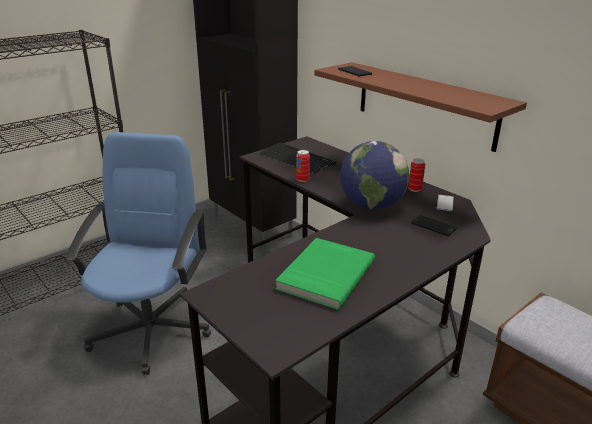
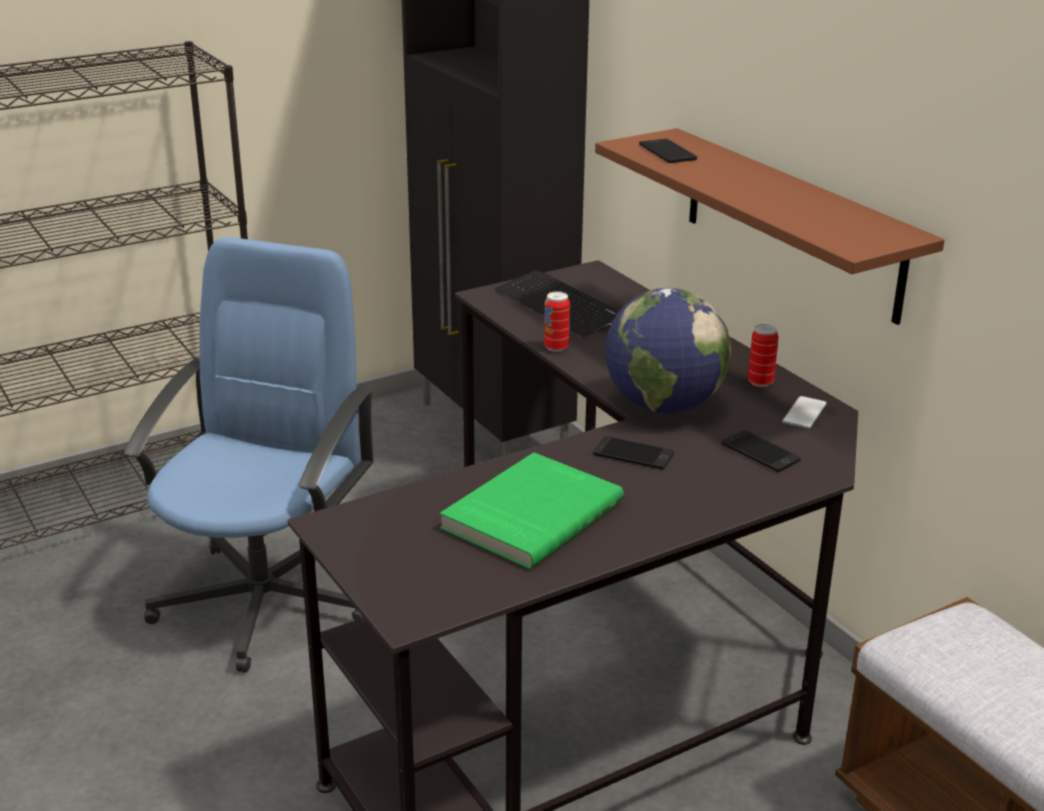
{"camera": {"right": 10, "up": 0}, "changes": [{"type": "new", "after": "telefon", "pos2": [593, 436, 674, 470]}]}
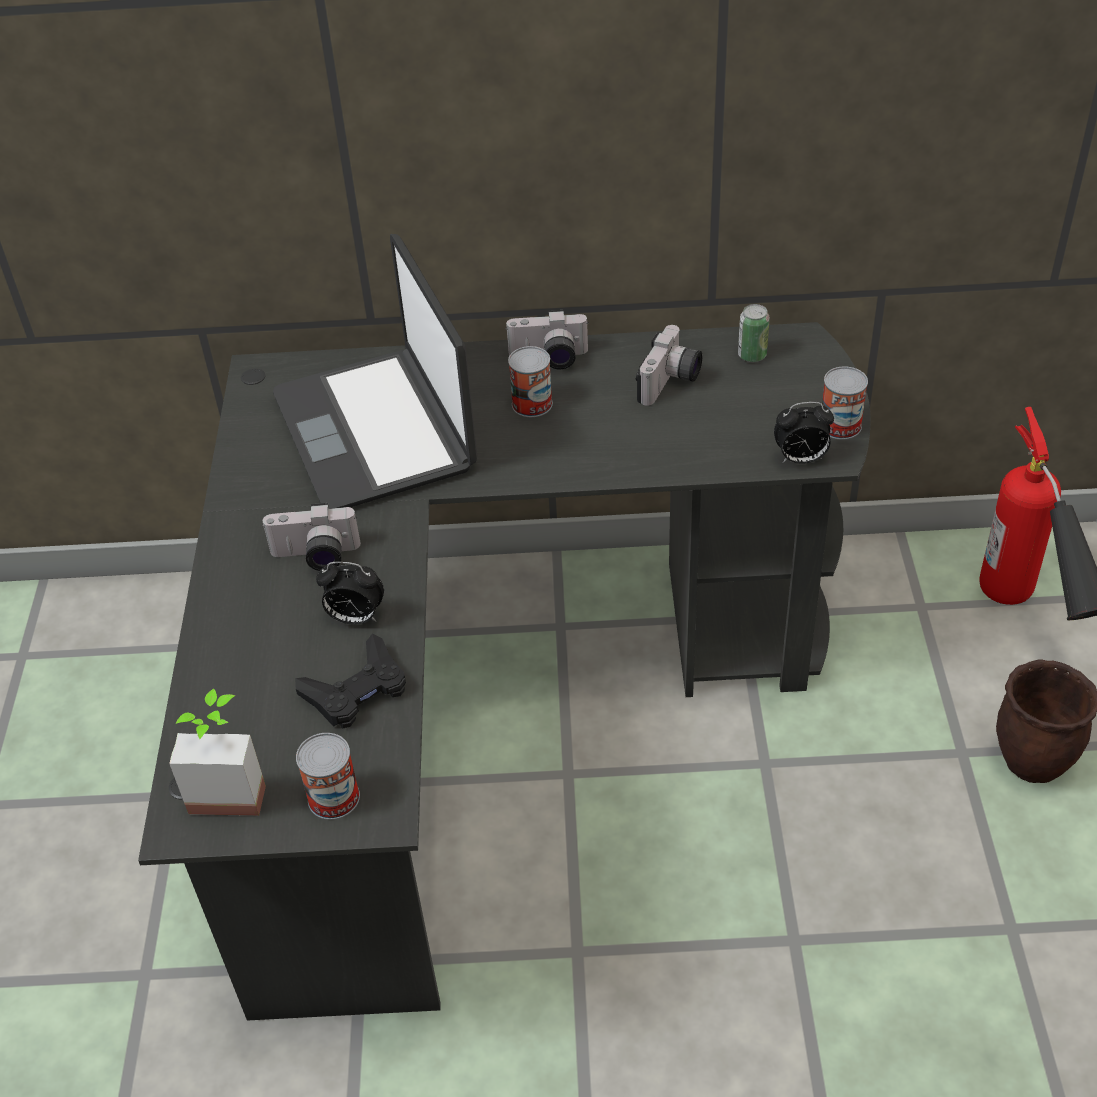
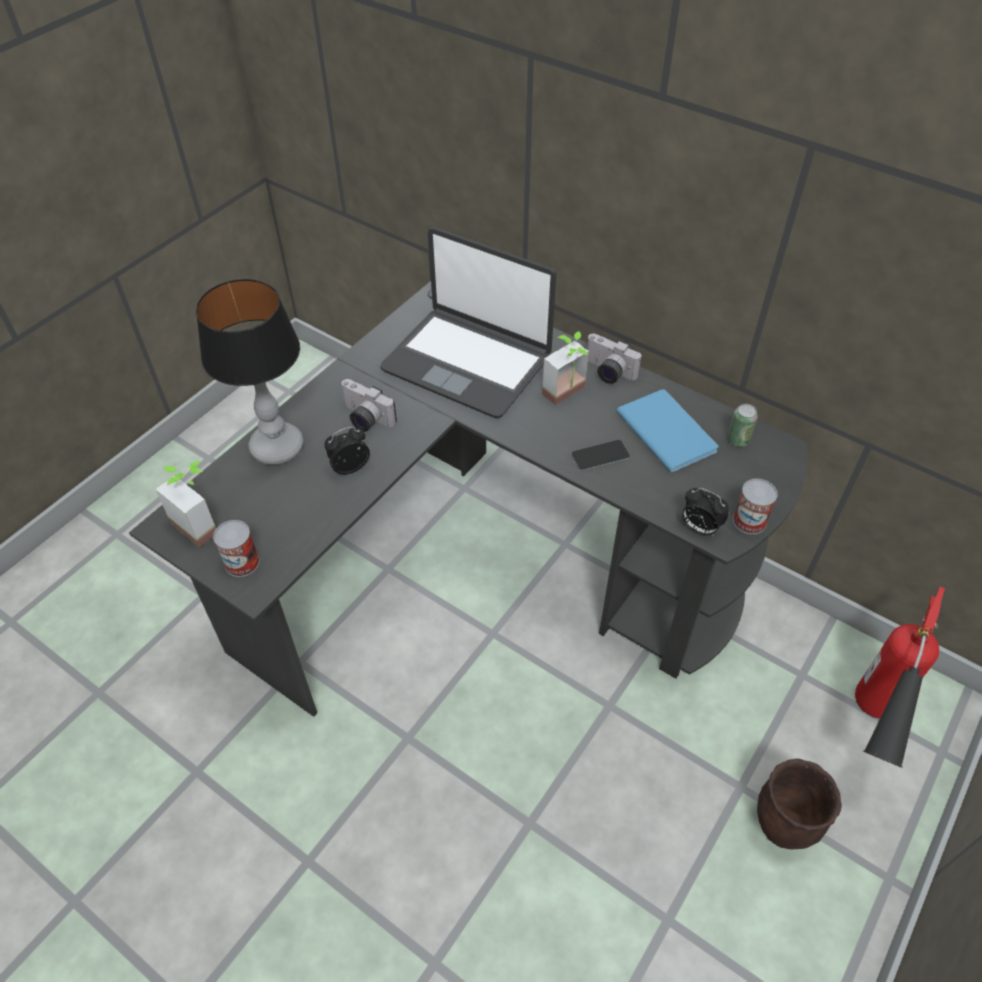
{"camera": {"right": 35, "up": 5}, "changes": [{"type": "gone", "before": "pad do gier/czarny", "pos1": [295, 634, 406, 728]}, {"type": "new", "after": "lampa stołowa", "pos2": [196, 279, 303, 465]}, {"type": "new", "after": "telefon", "pos2": [571, 440, 630, 471]}, {"type": "swapped", "before": "puszka", "after": "roślina doniczkowa", "pos1": [508, 346, 553, 417], "pos2": [542, 331, 589, 405]}, {"type": "swapped", "before": "aparat fotograficzny", "after": "książka/niebieski", "pos1": [636, 325, 702, 406], "pos2": [617, 389, 718, 473]}, {"type": "rotated", "before": "laptop", "pos1": [273, 234, 477, 509], "pos2": [380, 228, 556, 418], "turn": -75}, {"type": "rotated", "before": "budzik", "pos1": [316, 562, 384, 625], "pos2": [324, 427, 370, 475], "turn": 105}]}
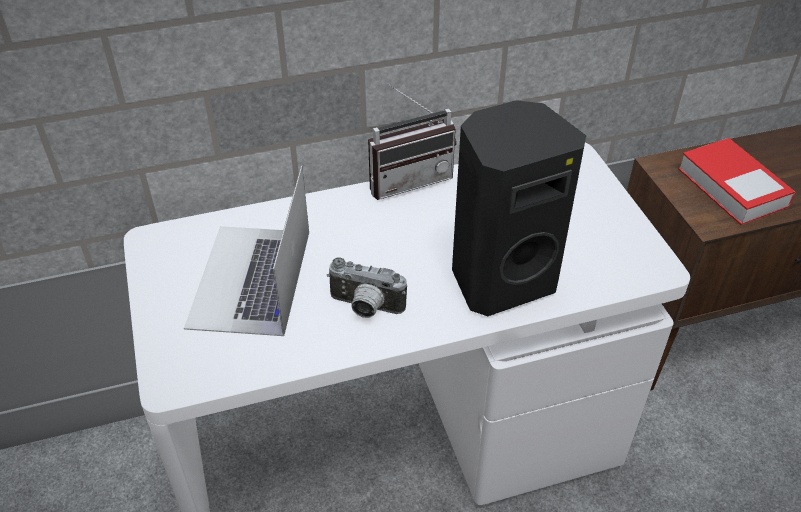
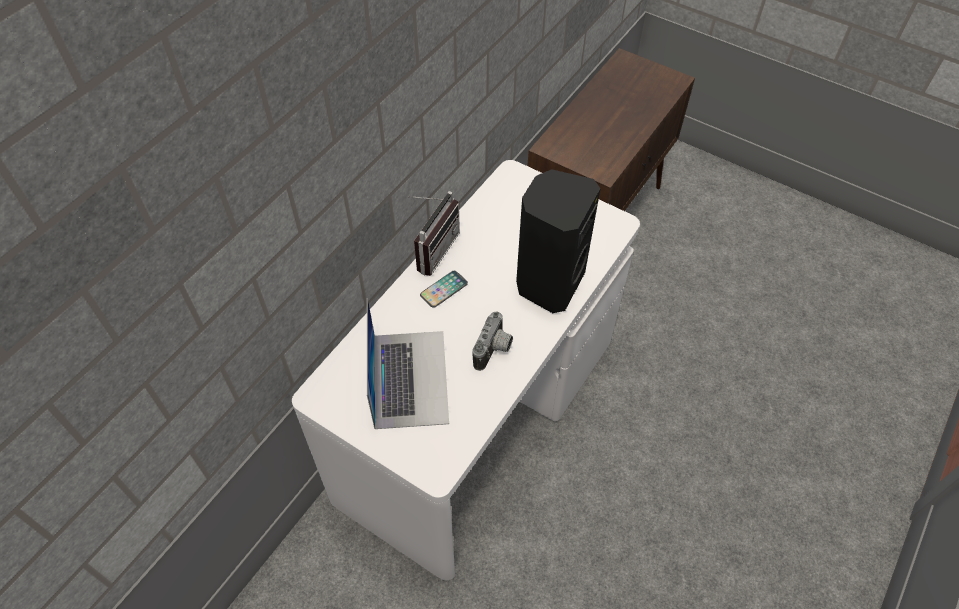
{"camera": {"right": -40, "up": 10}, "changes": [{"type": "gone", "before": "książka", "pos1": [678, 138, 796, 225]}, {"type": "new", "after": "telefon", "pos2": [420, 271, 468, 308]}, {"type": "rotated", "before": "laptop", "pos1": [184, 165, 309, 336], "pos2": [367, 298, 449, 429], "turn": -150}, {"type": "rotated", "before": "aparat fotograficzny", "pos1": [327, 257, 407, 318], "pos2": [472, 312, 513, 371], "turn": -45}]}
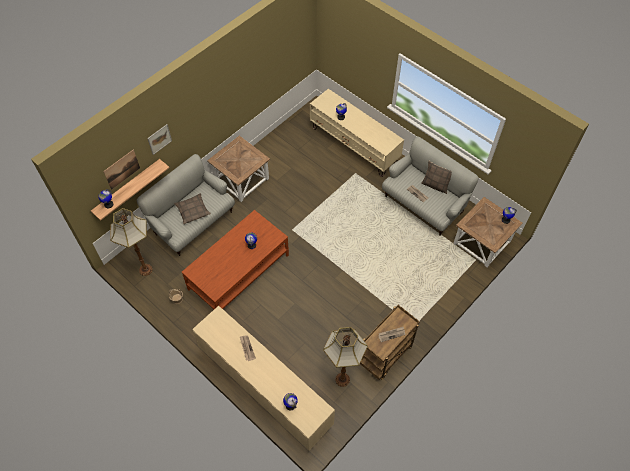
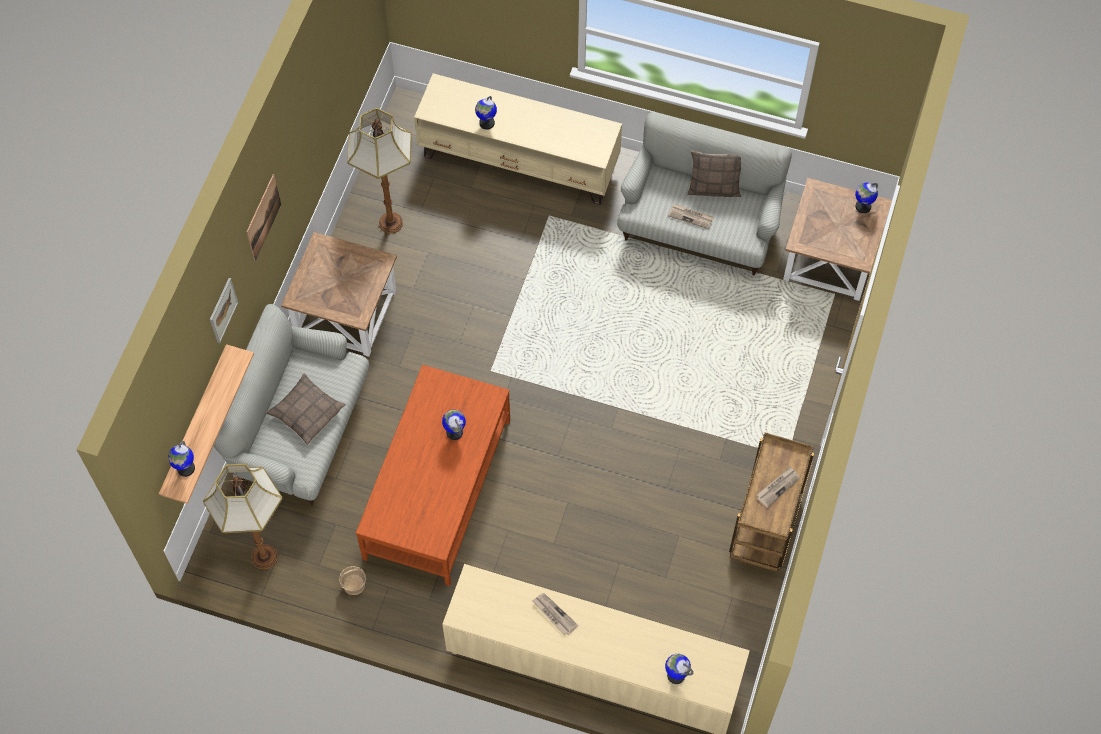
{"camera": {"right": -25, "up": 5}, "changes": [{"type": "shifted", "before": "obraz", "pos1": [103, 150, 140, 190], "pos2": [247, 174, 281, 261]}, {"type": "shifted", "before": "lampa stojąca", "pos1": [323, 327, 368, 387], "pos2": [347, 108, 412, 234]}]}
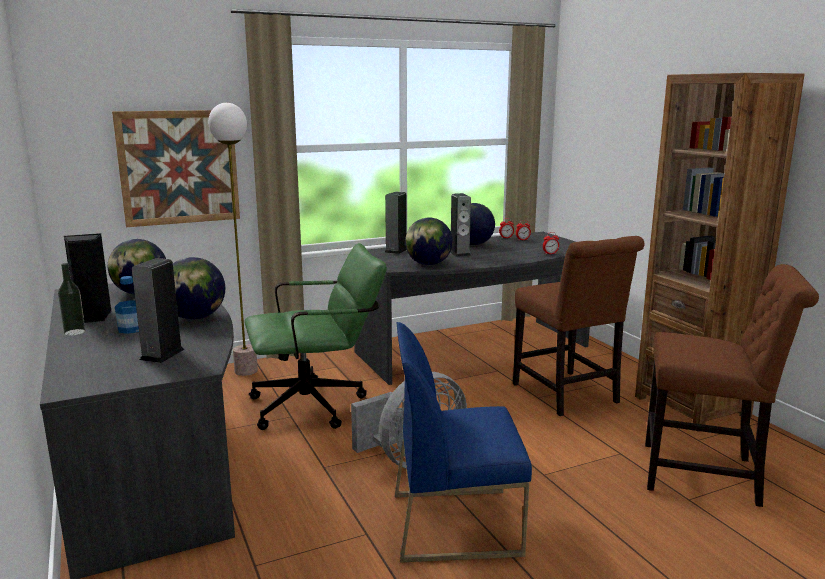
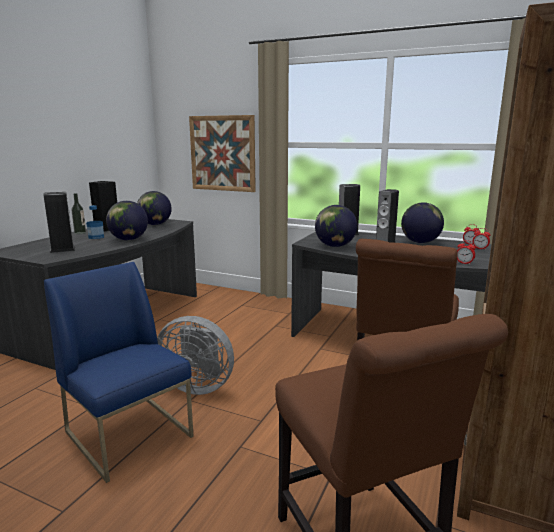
{"camera": {"right": 50, "up": 0}, "changes": [{"type": "gone", "before": "lampa stojąca", "pos1": [208, 103, 258, 376]}, {"type": "gone", "before": "krzesło biurowe/zielony", "pos1": [245, 243, 387, 430]}]}
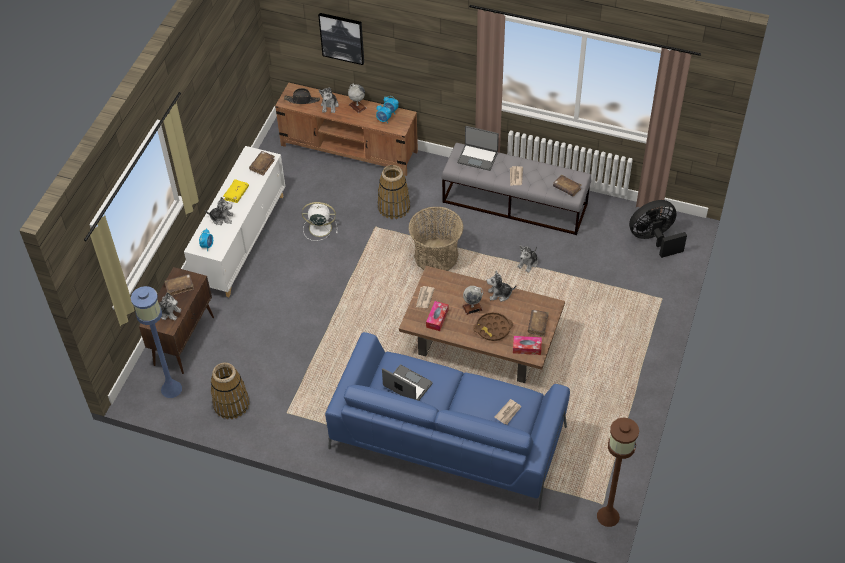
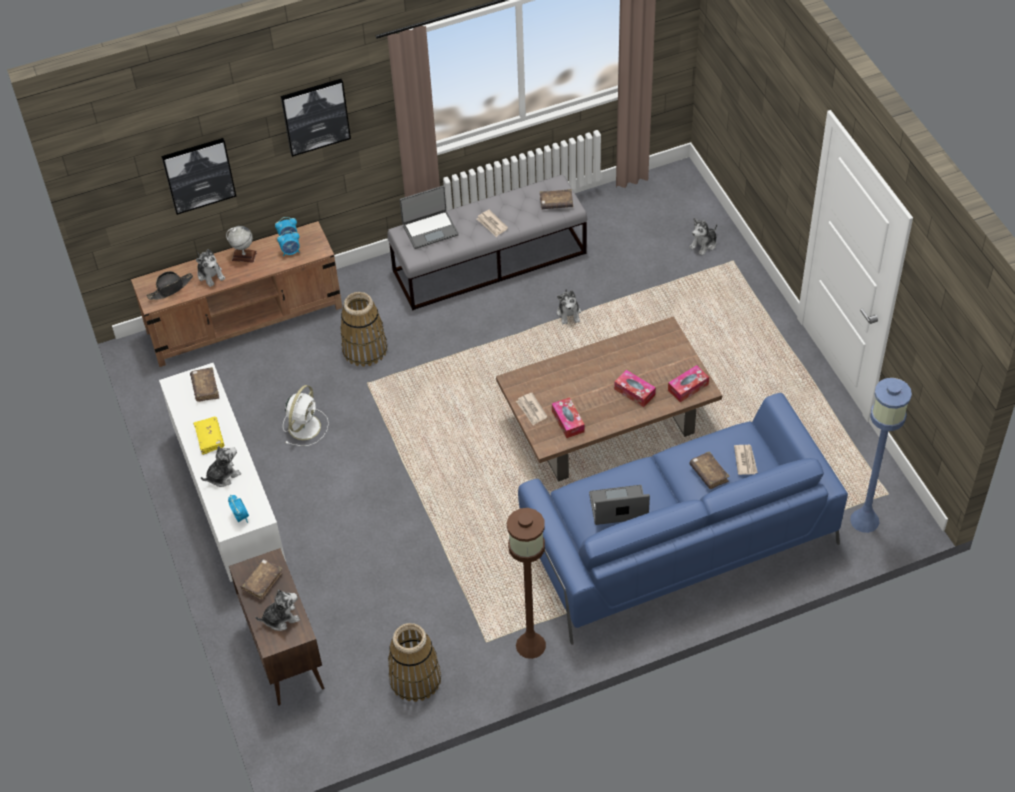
{"camera": {"right": -40, "up": 0}, "changes": [{"type": "gone", "before": "koszyk", "pos1": [408, 206, 463, 271]}, {"type": "gone", "before": "globus", "pos1": [462, 286, 483, 315]}, {"type": "gone", "before": "wentylator/czarny", "pos1": [629, 200, 687, 258]}, {"type": "new", "after": "obraz", "pos2": [280, 79, 351, 157]}, {"type": "shifted", "before": "lampa stojąca/niebieski", "pos1": [131, 286, 182, 398], "pos2": [850, 378, 912, 533]}, {"type": "shifted", "before": "pluszak", "pos1": [487, 270, 516, 302], "pos2": [689, 218, 717, 255]}, {"type": "shifted", "before": "książka/brązowy", "pos1": [528, 310, 549, 337], "pos2": [689, 451, 730, 489]}, {"type": "shifted", "before": "lampa stojąca/brązowy", "pos1": [597, 418, 639, 527], "pos2": [507, 508, 546, 659]}, {"type": "swapped", "before": "taca/brązowy", "after": "pudełko chusteczek", "pos1": [473, 312, 513, 341], "pos2": [614, 370, 656, 407]}, {"type": "rotated", "before": "wentylator/biały", "pos1": [302, 202, 338, 241], "pos2": [283, 385, 329, 446], "turn": 150}]}
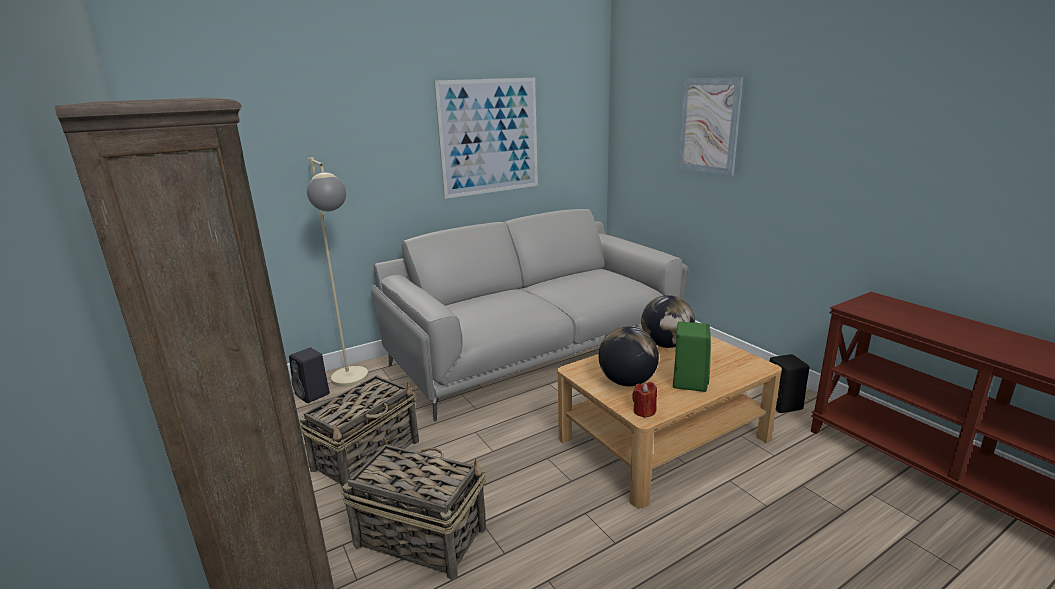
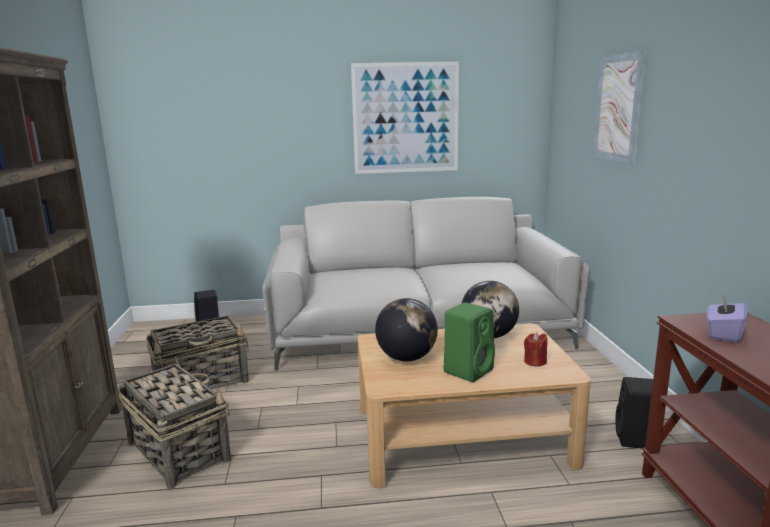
{"camera": {"right": 25, "up": -5}, "changes": [{"type": "gone", "before": "lampa stojąca/beżowy", "pos1": [307, 157, 368, 387]}, {"type": "new", "after": "pudełko chusteczek/fioletowy", "pos2": [707, 294, 747, 342]}, {"type": "shifted", "before": "świeca/czerwony", "pos1": [632, 382, 657, 418], "pos2": [524, 332, 547, 366]}]}
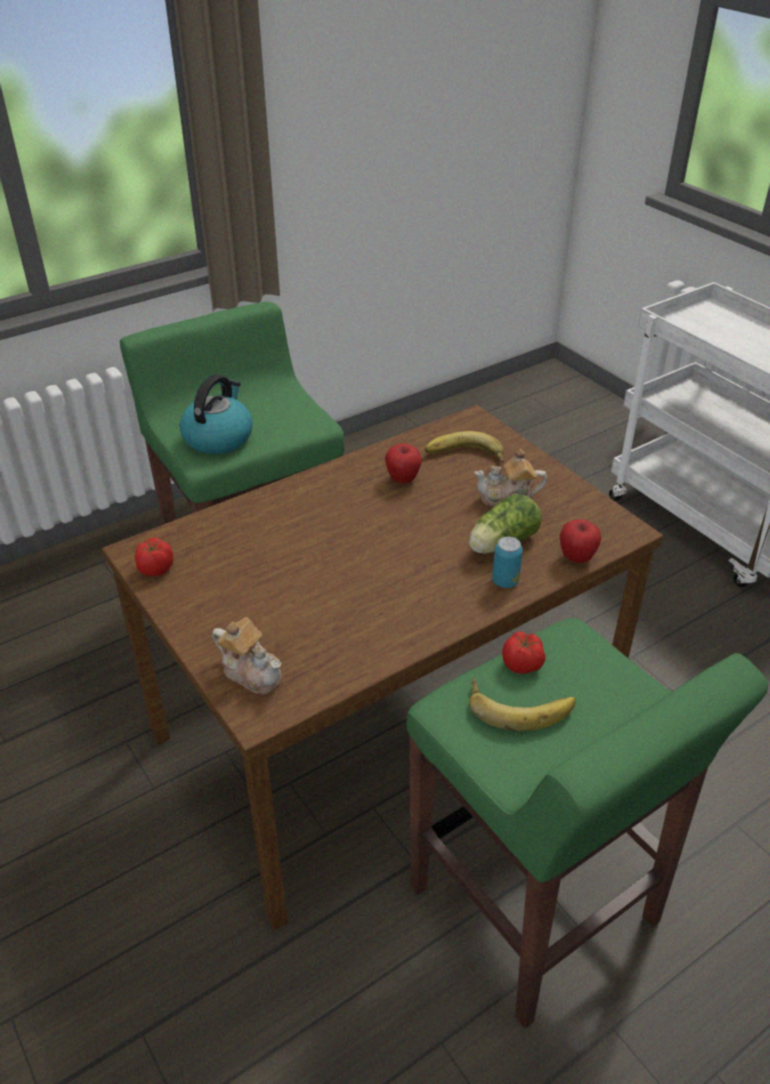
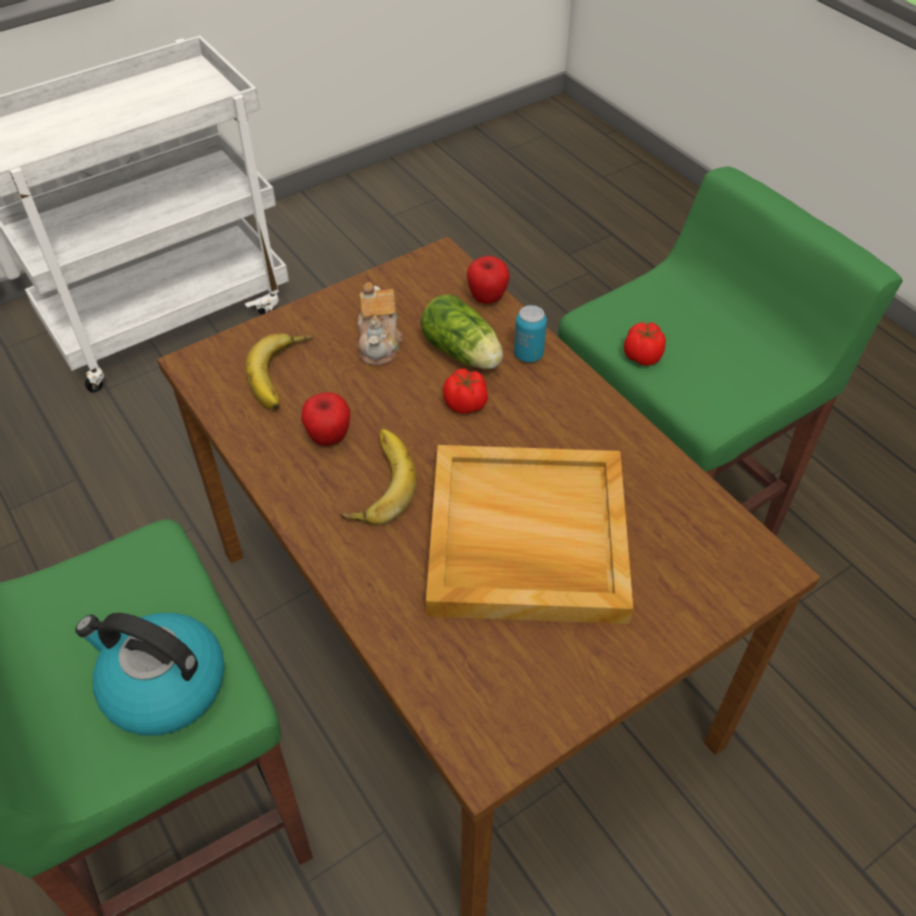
{"camera": {"right": -90, "up": 10}, "changes": [{"type": "gone", "before": "imbryk", "pos1": [212, 617, 282, 694]}, {"type": "new", "after": "taca/beżowy", "pos2": [426, 445, 633, 624]}, {"type": "shifted", "before": "pomidor", "pos1": [135, 537, 173, 576], "pos2": [443, 369, 488, 414]}, {"type": "shifted", "before": "banan", "pos1": [469, 677, 576, 731], "pos2": [340, 429, 417, 525]}]}
